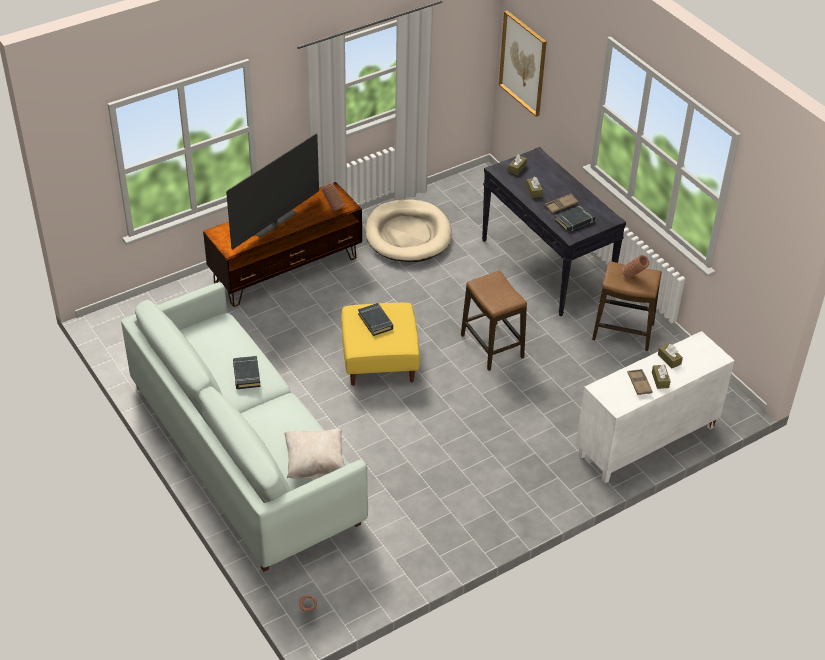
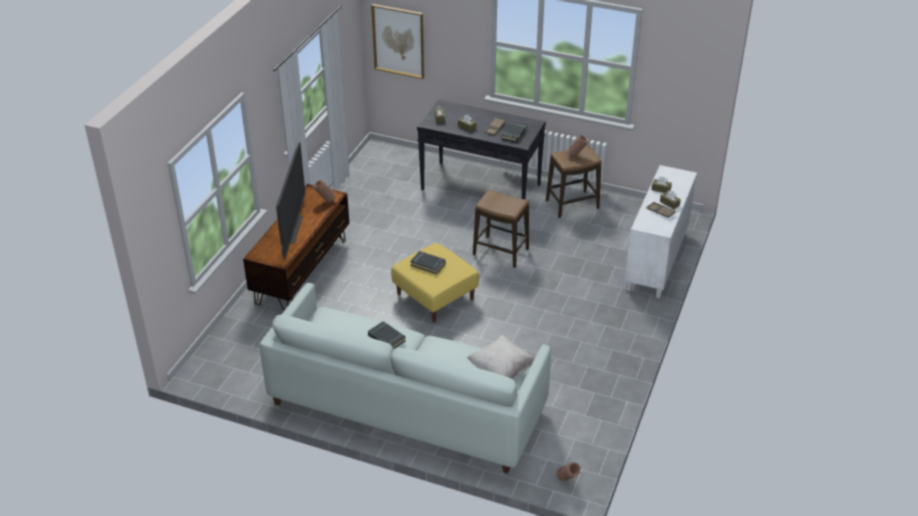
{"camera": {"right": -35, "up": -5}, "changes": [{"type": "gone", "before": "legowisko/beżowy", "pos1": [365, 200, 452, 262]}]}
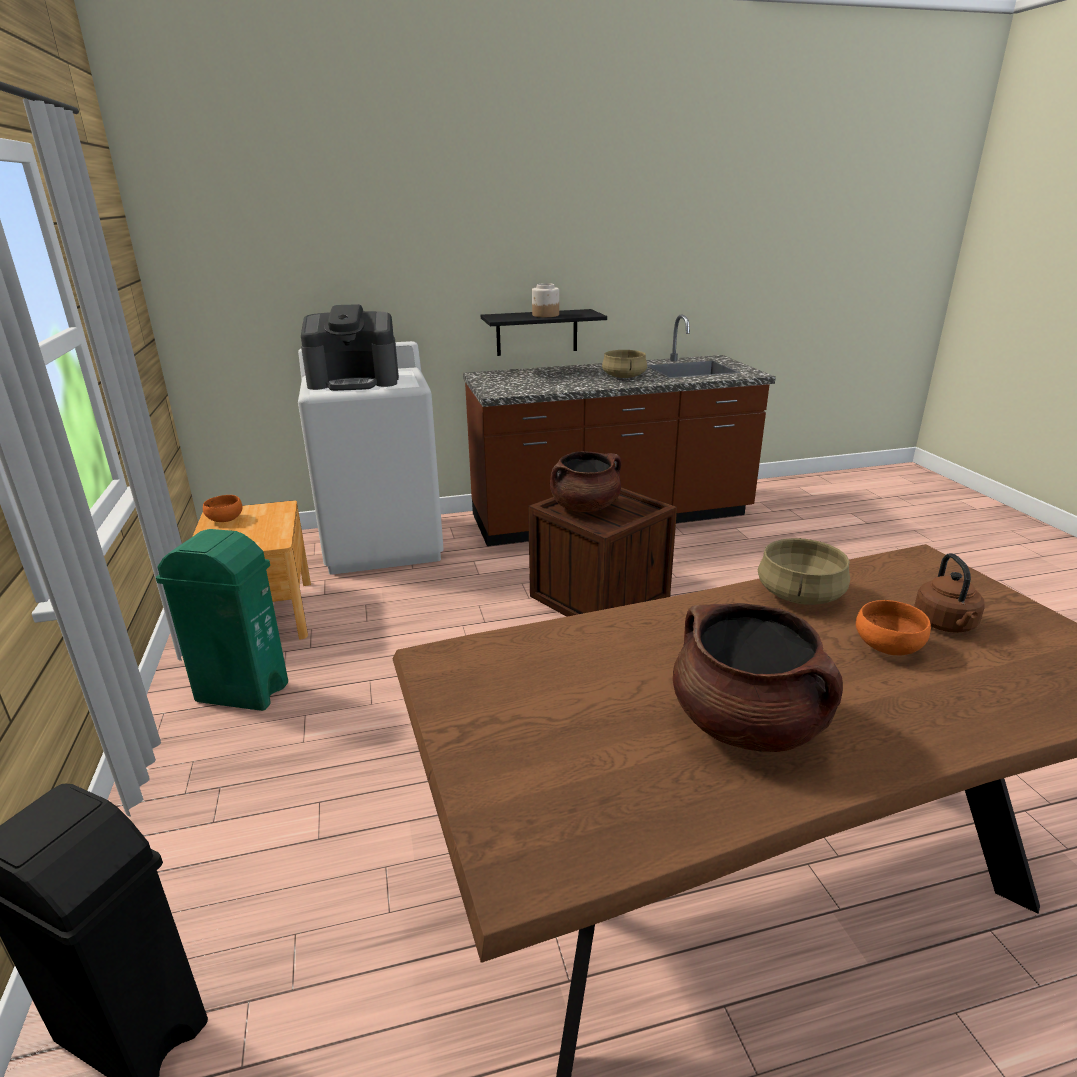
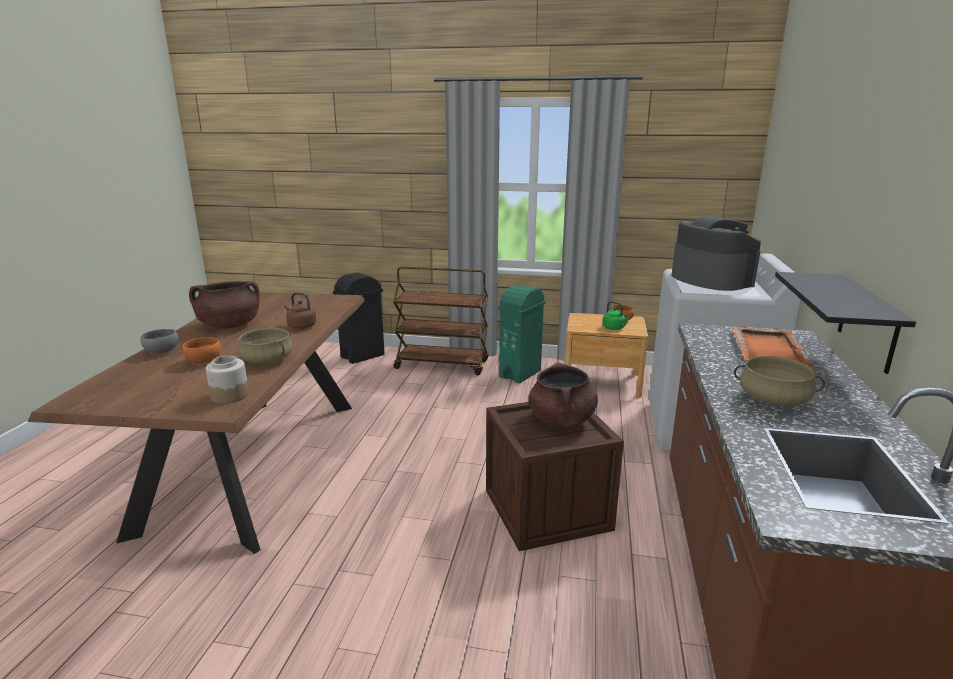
{"camera": {"right": 115, "up": -5}, "changes": [{"type": "new", "after": "miska/szary", "pos2": [140, 329, 179, 354]}, {"type": "new", "after": "wózek/brązowy", "pos2": [393, 267, 489, 375]}, {"type": "new", "after": "czajnik/zielony", "pos2": [603, 301, 630, 330]}, {"type": "new", "after": "taca/pomarańczowy", "pos2": [731, 326, 816, 369]}, {"type": "shifted", "before": "słoik", "pos1": [532, 283, 559, 317], "pos2": [206, 356, 249, 404]}, {"type": "shifted", "before": "czajnik/brązowy", "pos1": [914, 553, 985, 633], "pos2": [284, 292, 316, 329]}, {"type": "rotated", "before": "ekspres do kawy", "pos1": [301, 304, 399, 391], "pos2": [672, 216, 761, 291], "turn": 135}]}
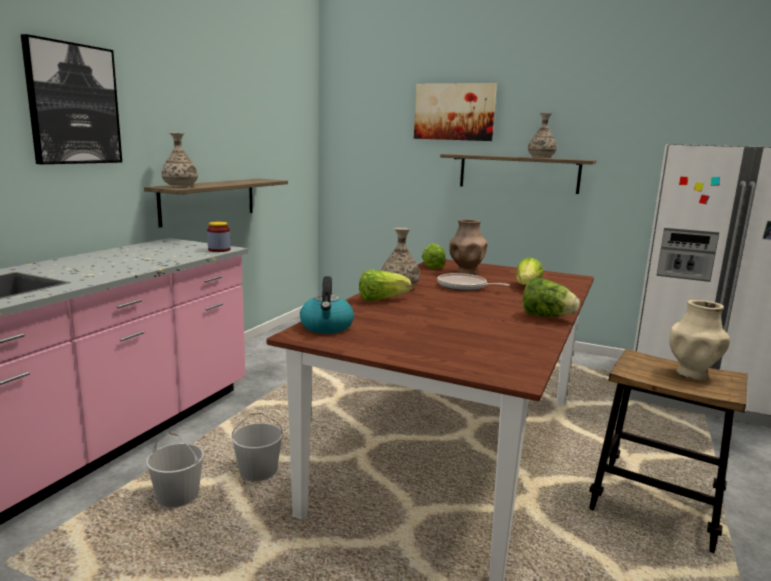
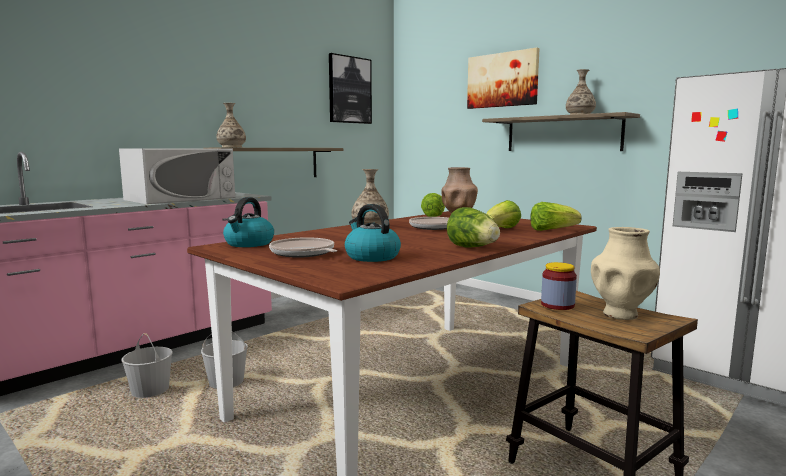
{"camera": {"right": 20, "up": -5}, "changes": [{"type": "new", "after": "mikrofalówka/biały", "pos2": [119, 148, 235, 204]}, {"type": "new", "after": "patelnia", "pos2": [269, 237, 337, 258]}, {"type": "new", "after": "czajnik", "pos2": [345, 204, 401, 262]}, {"type": "shifted", "before": "obraz", "pos1": [21, 34, 122, 164], "pos2": [329, 53, 372, 124]}, {"type": "shifted", "before": "słoik", "pos1": [207, 222, 230, 252], "pos2": [541, 262, 577, 310]}, {"type": "shifted", "before": "sałata", "pos1": [359, 270, 412, 301], "pos2": [530, 202, 581, 231]}]}
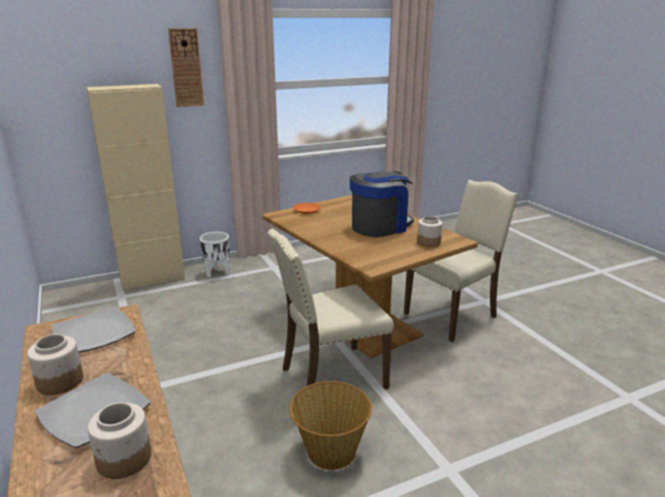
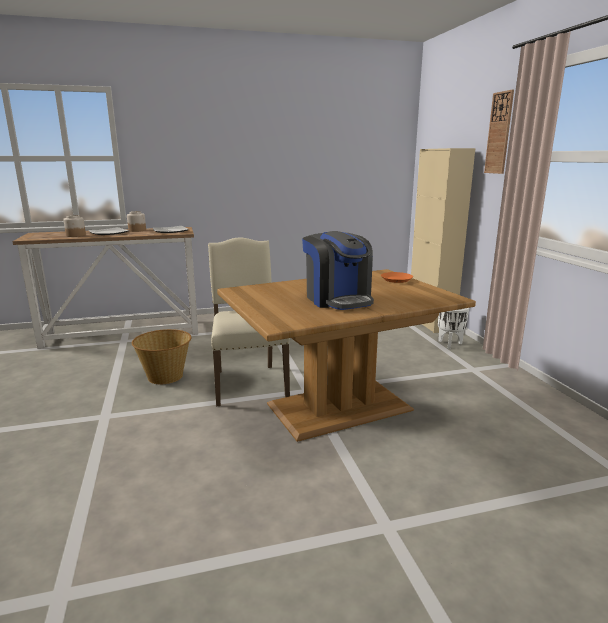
{"camera": {"right": 100, "up": -5}, "changes": [{"type": "gone", "before": "krzesło/beżowy", "pos1": [404, 180, 519, 342]}, {"type": "gone", "before": "słoik", "pos1": [417, 216, 442, 247]}]}
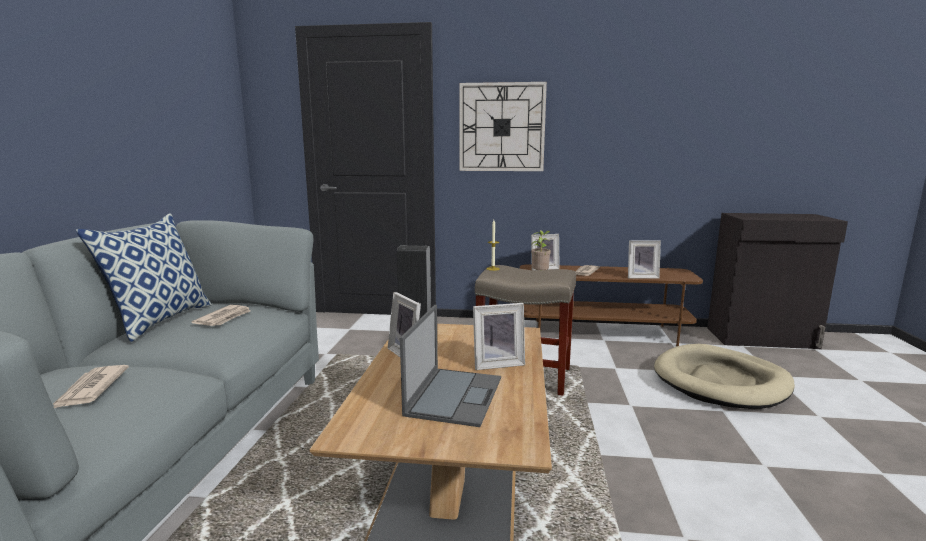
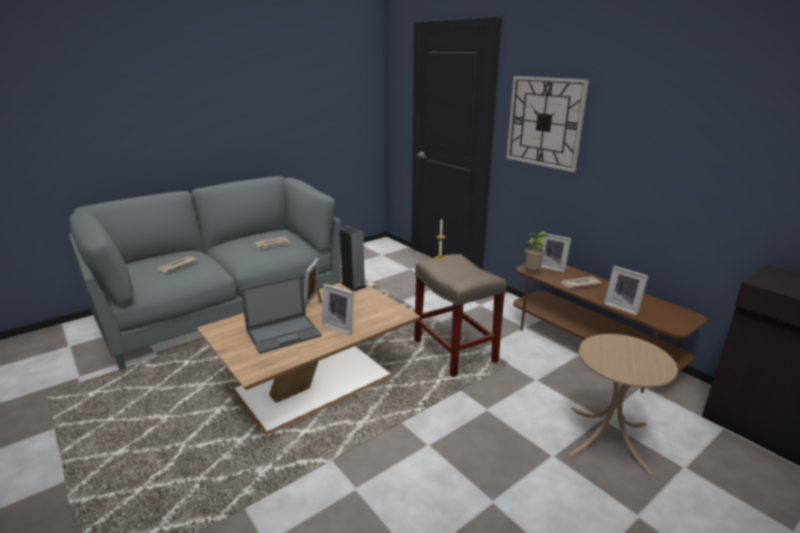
{"camera": {"right": 45, "up": 10}, "changes": [{"type": "gone", "before": "poduszka", "pos1": [76, 213, 212, 342]}, {"type": "swapped", "before": "legowisko/beżowy", "after": "stolik/beżowy", "pos1": [654, 344, 795, 409], "pos2": [568, 334, 678, 476]}]}
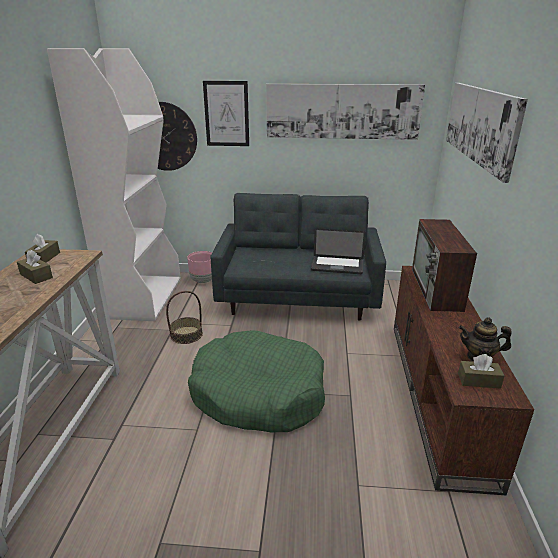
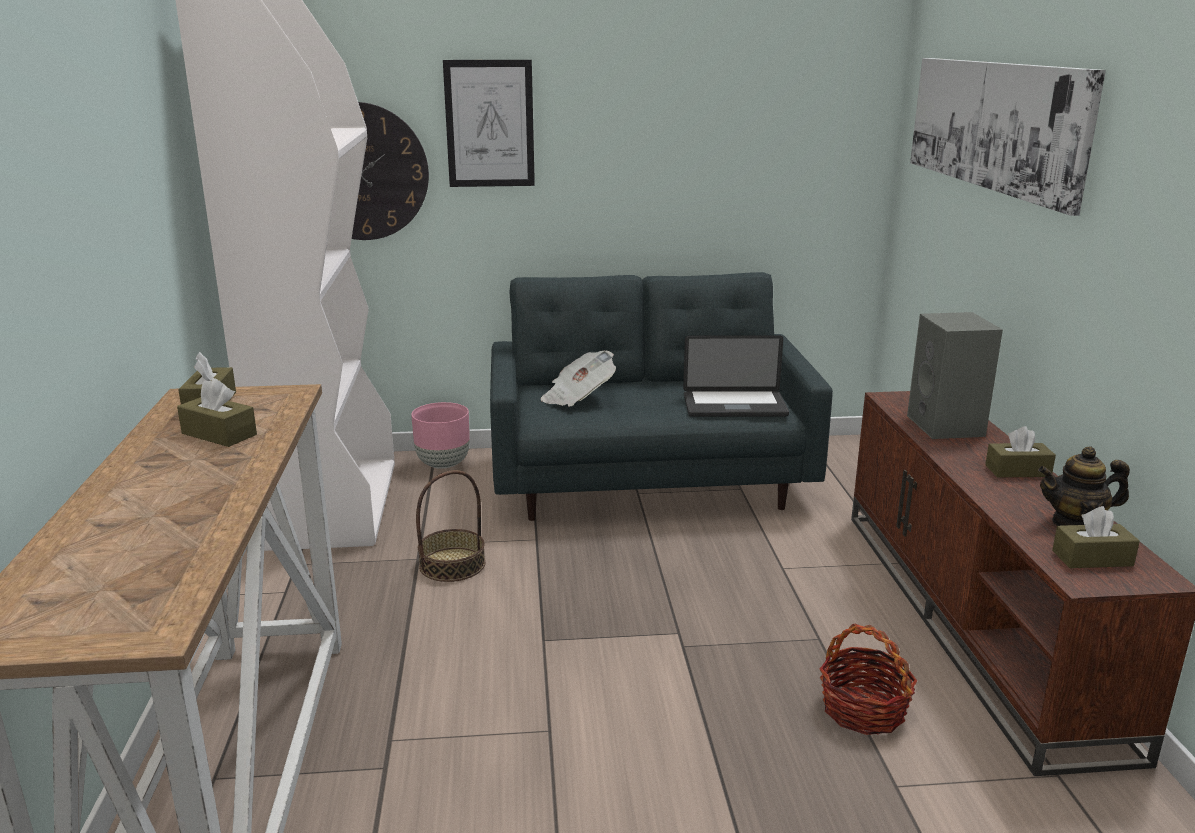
{"camera": {"right": -10, "up": -5}, "changes": [{"type": "gone", "before": "legowisko/zielony", "pos1": [188, 331, 325, 432]}, {"type": "gone", "before": "obraz", "pos1": [266, 84, 425, 140]}, {"type": "new", "after": "gazeta", "pos2": [541, 351, 616, 407]}, {"type": "new", "after": "koszyk", "pos2": [820, 623, 917, 735]}, {"type": "new", "after": "pudełko chusteczek/brązowy", "pos2": [985, 426, 1056, 477]}, {"type": "swapped", "before": "telewizor", "after": "głośnik/szary", "pos1": [412, 219, 477, 312], "pos2": [907, 312, 1003, 439]}]}
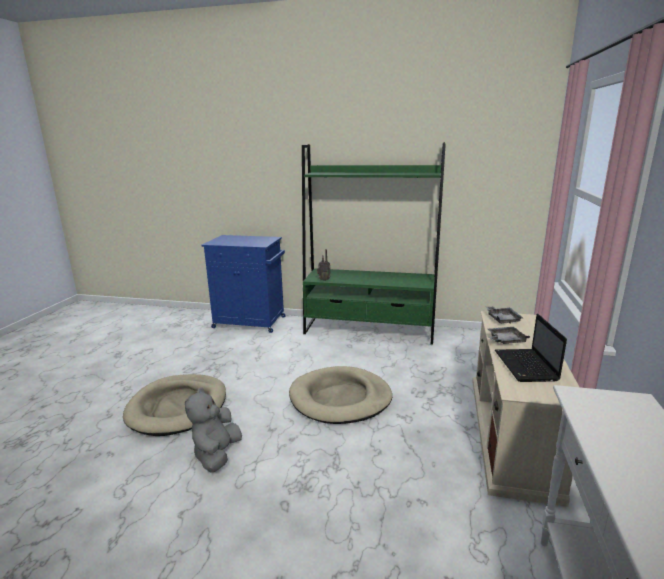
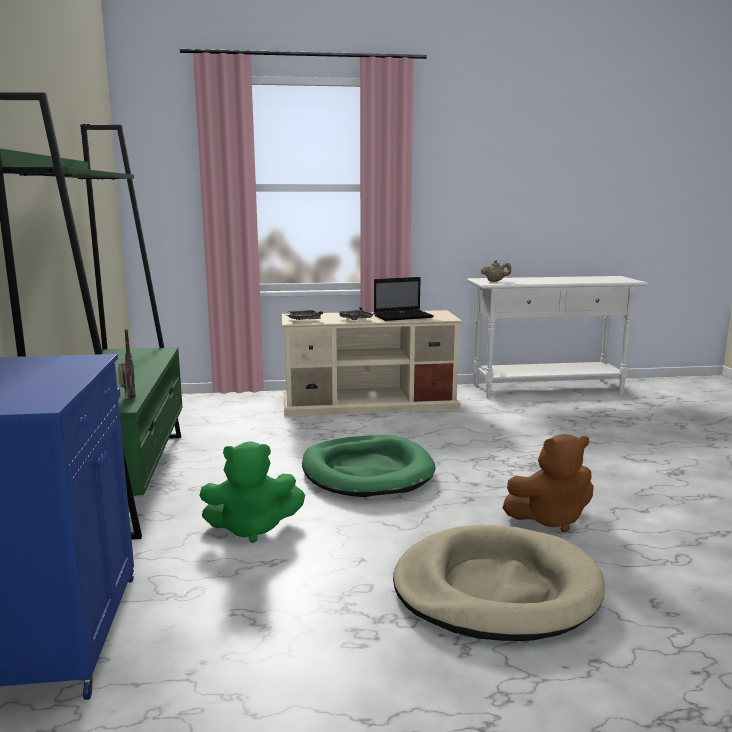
{"camera": {"right": -110, "up": -5}, "changes": [{"type": "new", "after": "pluszak/zielony", "pos2": [199, 441, 305, 543]}, {"type": "new", "after": "imbryk/beżowy", "pos2": [481, 260, 511, 282]}, {"type": "repainted", "before": "pluszak/szary", "after": "pluszak/brązowy", "pos1": [185, 387, 242, 472], "pos2": [502, 434, 594, 532]}, {"type": "repainted", "before": "legowisko/beżowy", "after": "legowisko/zielony", "pos1": [289, 366, 392, 424], "pos2": [302, 435, 435, 497]}]}
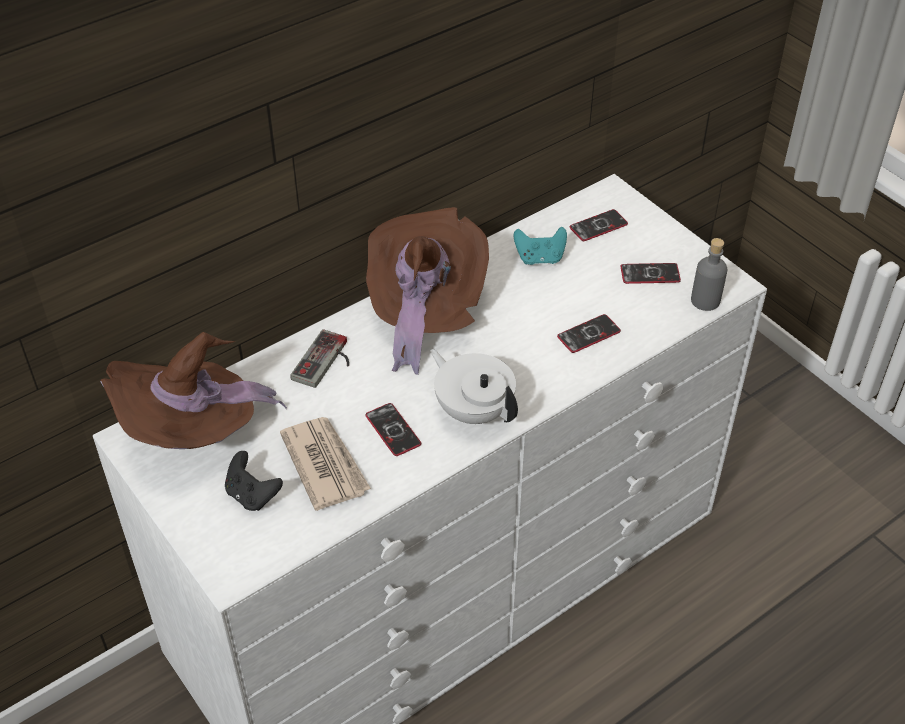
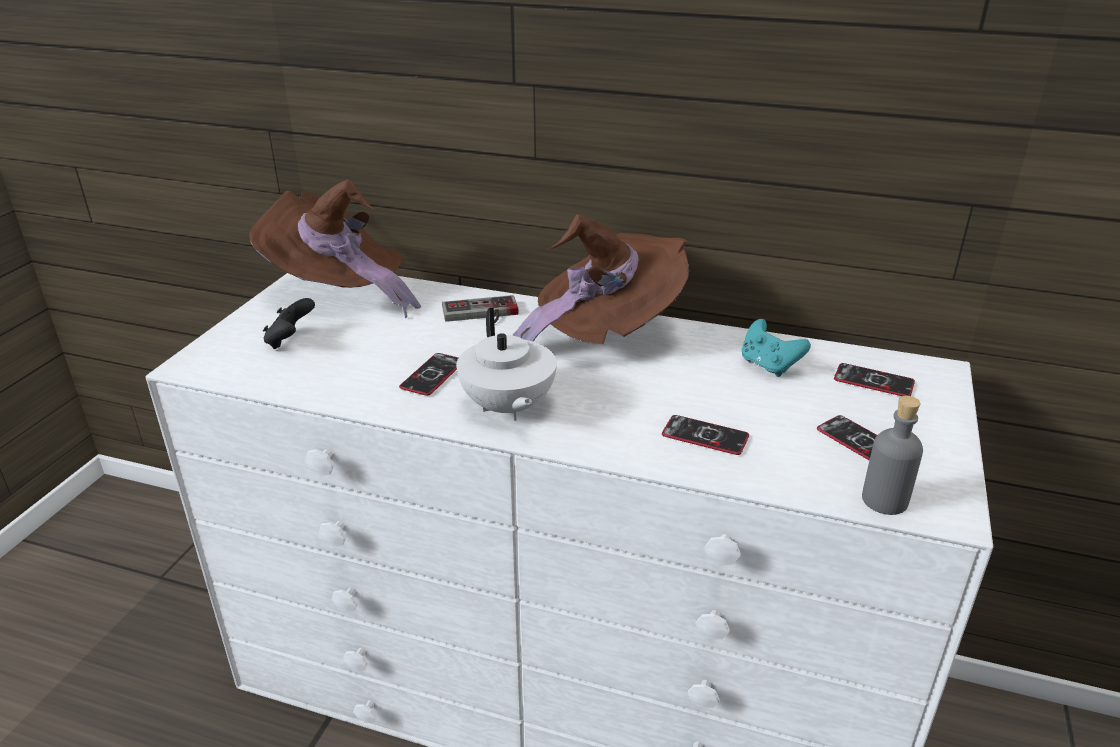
{"camera": {"right": 55, "up": -15}, "changes": [{"type": "gone", "before": "gazeta", "pos1": [280, 417, 371, 511]}, {"type": "rotated", "before": "imbryk/biały", "pos1": [430, 349, 518, 424], "pos2": [456, 307, 557, 421], "turn": 150}]}
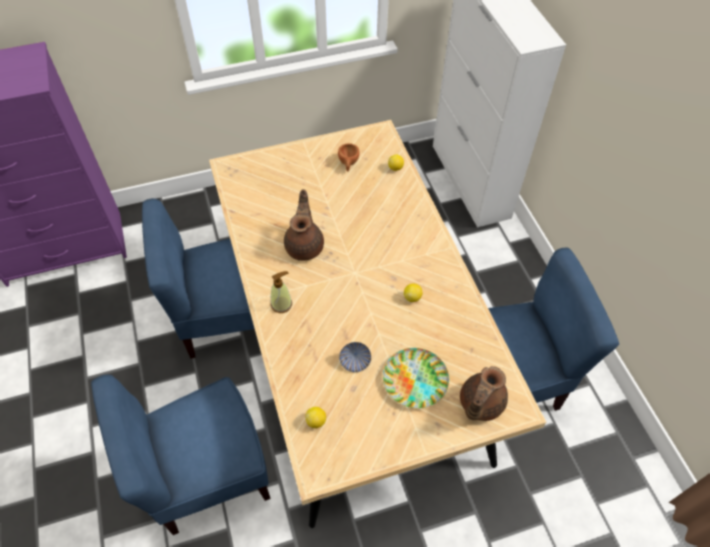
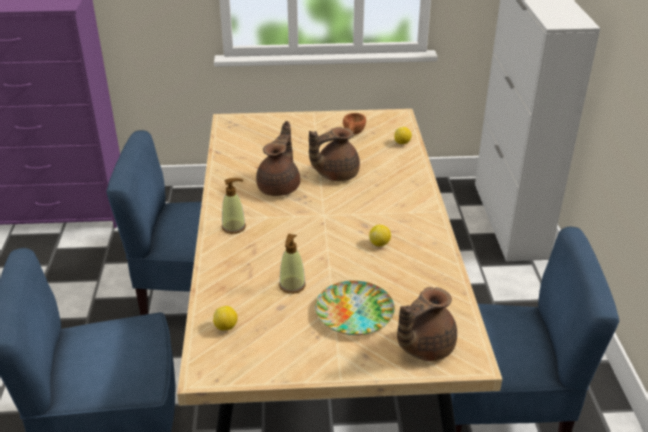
{"camera": {"right": 15, "up": -20}, "changes": [{"type": "new", "after": "imbryk/brązowy", "pos2": [309, 127, 360, 181]}, {"type": "swapped", "before": "miska", "after": "dozownik mydła", "pos1": [339, 342, 371, 372], "pos2": [279, 234, 306, 294]}]}
